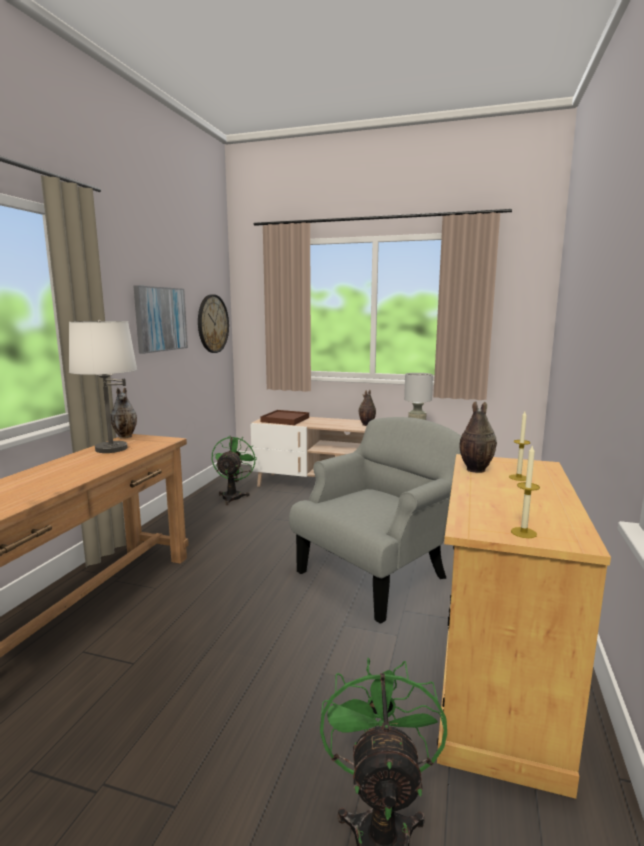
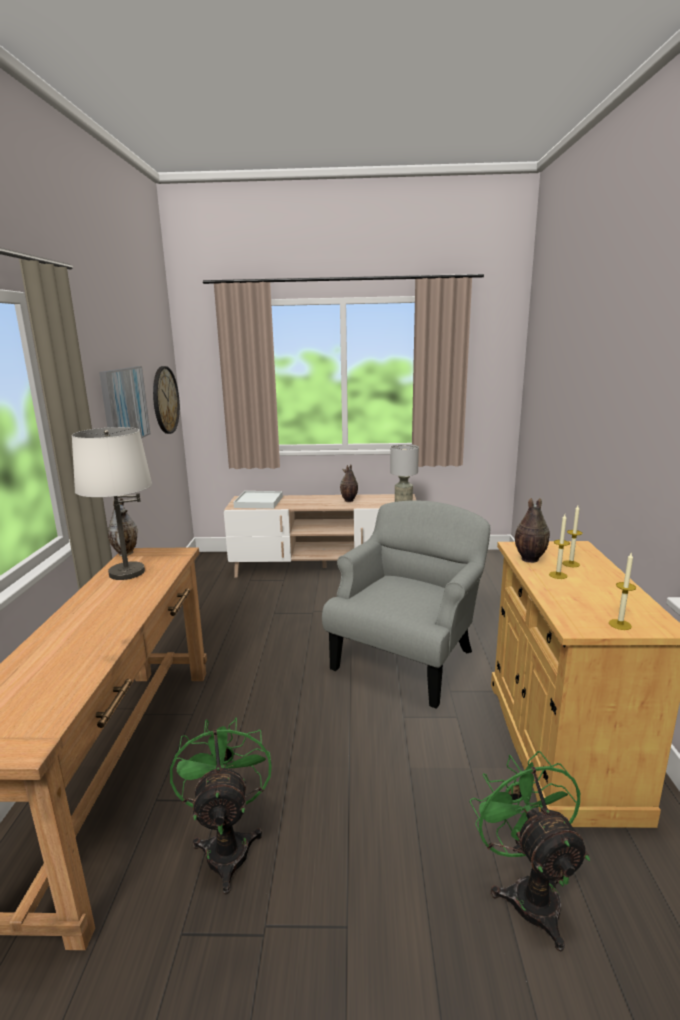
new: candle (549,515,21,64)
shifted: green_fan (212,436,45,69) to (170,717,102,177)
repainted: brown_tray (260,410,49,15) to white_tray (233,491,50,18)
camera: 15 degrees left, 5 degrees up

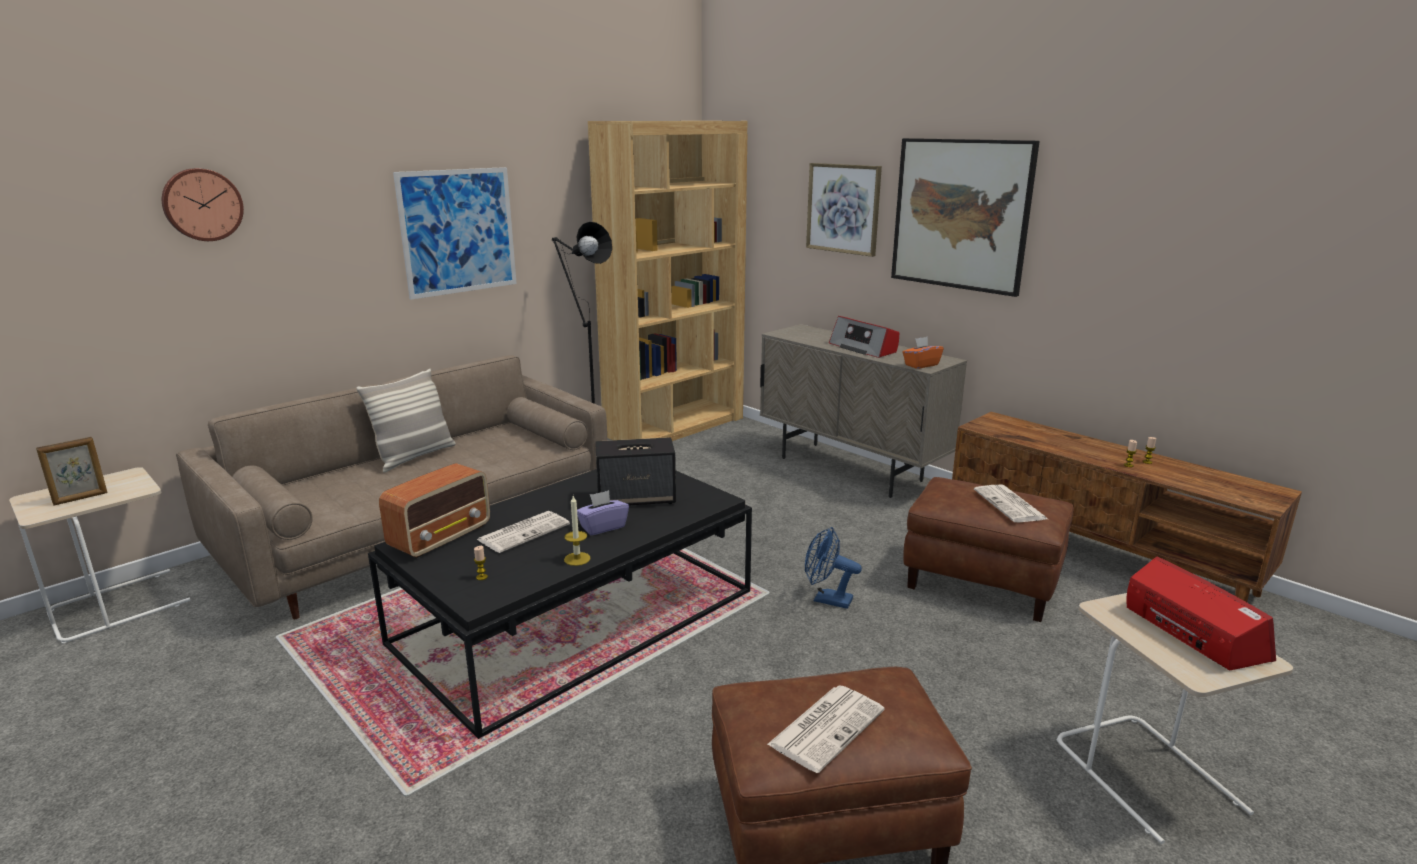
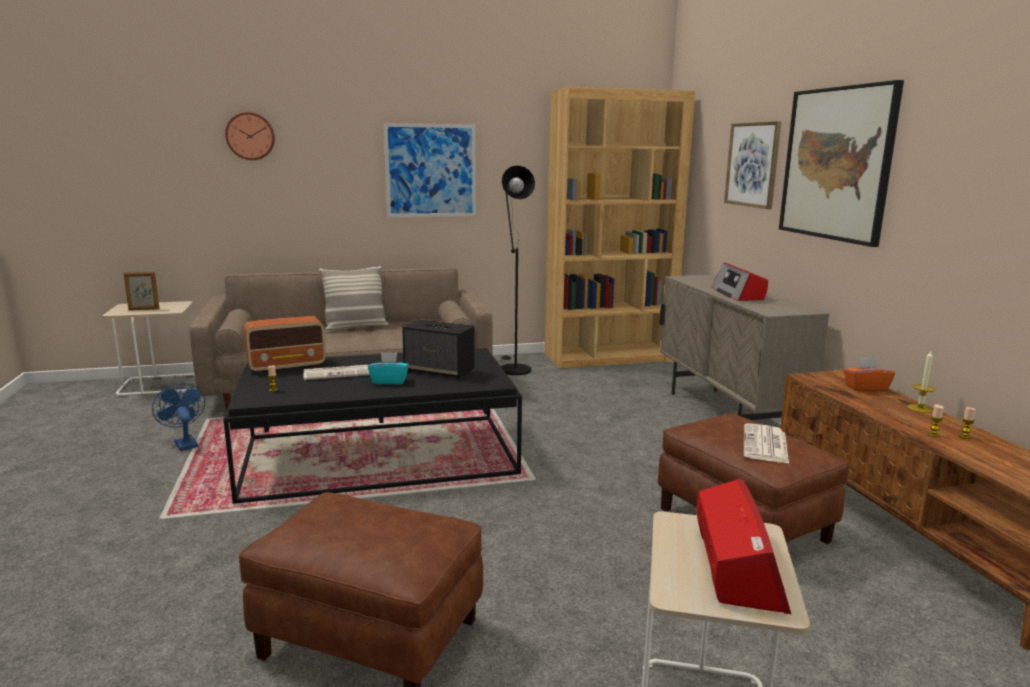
gone: newspaper (767,685,117,88)
shifted: candle (564,496,27,70) to (907,351,28,62); blue_fan (805,527,57,82) to (152,383,53,68); orange_tissue_box (902,337,42,32) to (844,357,51,35)
repainted: purple_tissue_box (577,490,52,45) to turquoise_tissue_box (368,352,41,33)
camera: 30 degrees right, 5 degrees down

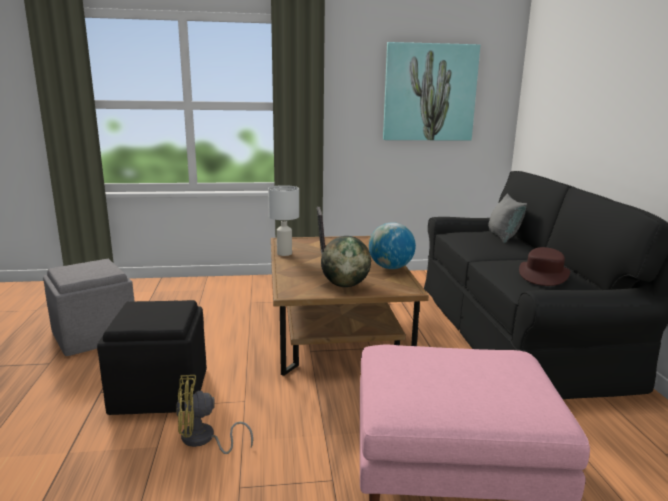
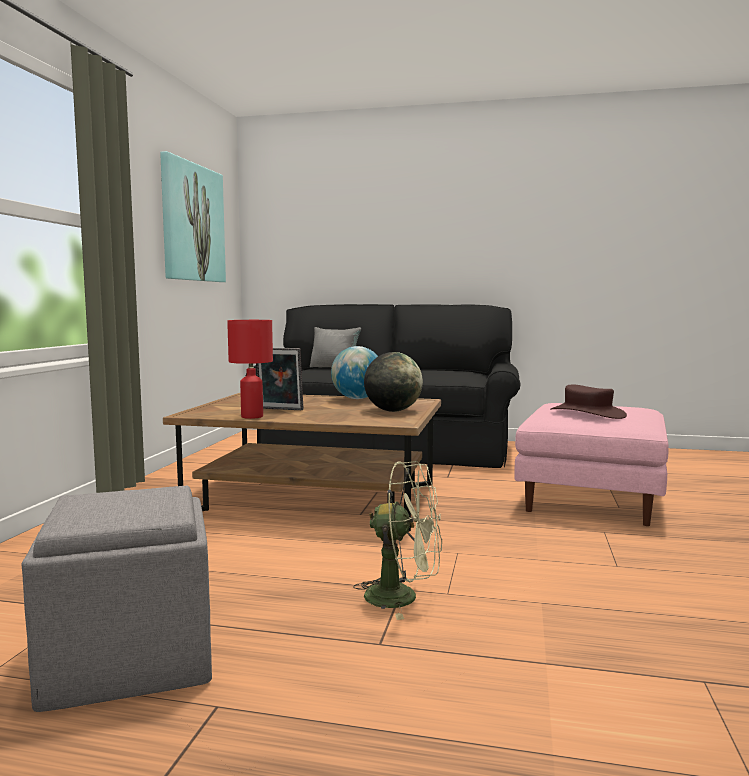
gone: yellow_fan (176,375,77,79)
shifted: brown_hat (519,247,51,39) to (550,385,77,34)
swapped: black_ottoman (97,300,110,115) to green_fan (353,461,89,159)
repainted: white_table_lamp (268,185,31,71) to red_table_lamp (227,320,46,99)
camera: 70 degrees left, 10 degrees down

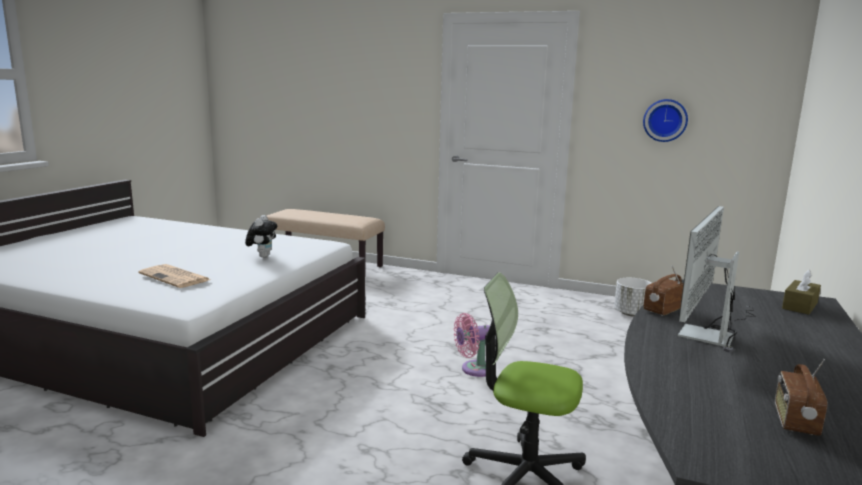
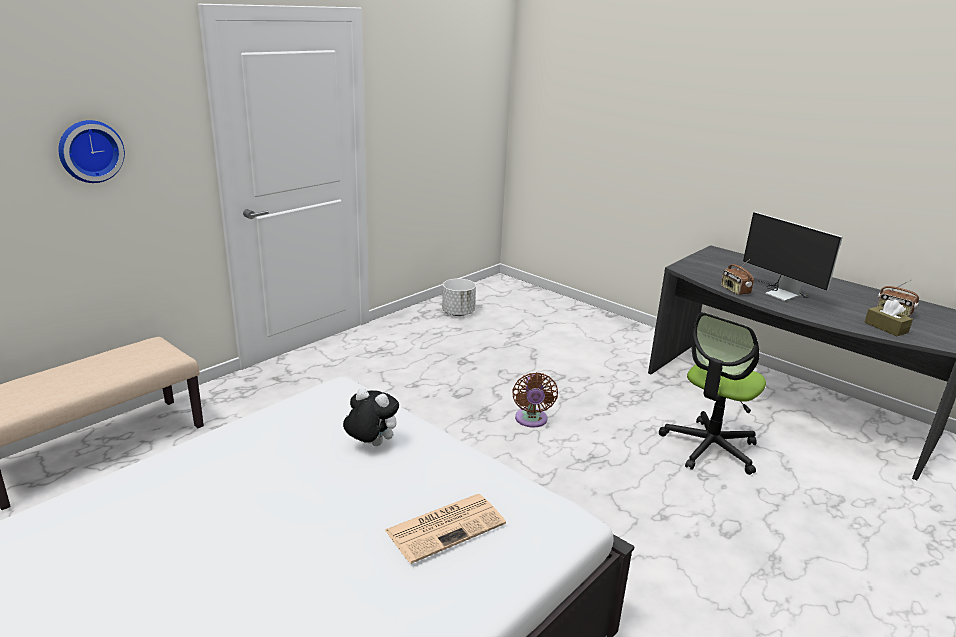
shifted: wall_clock (643,99,45,43) to (58,120,67,63); brown_tissue_box (782,270,39,45) to (864,300,49,36)
repainted: pink_fan (454,313,36,64) to brown_fan (512,372,46,56)
camera: 70 degrees left, 10 degrees up

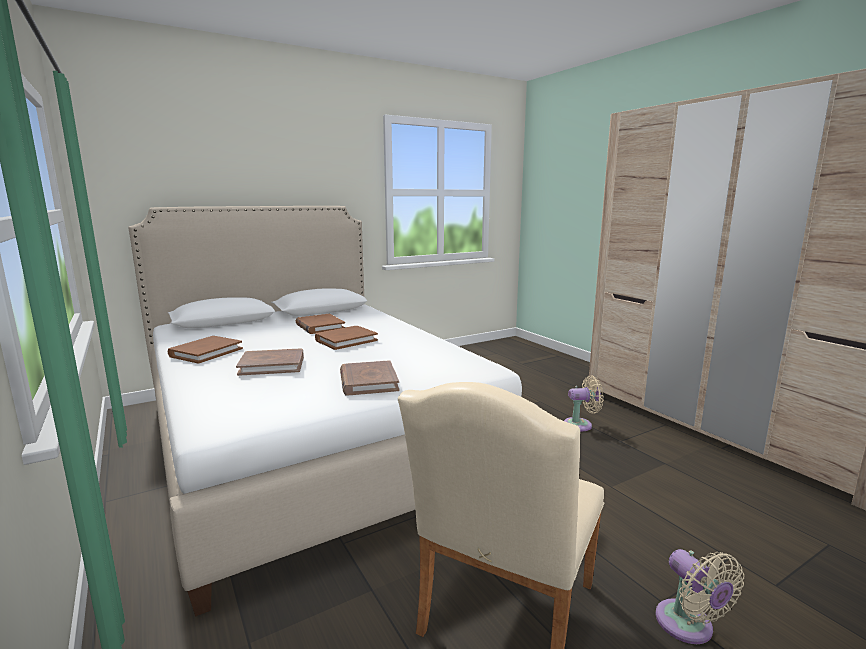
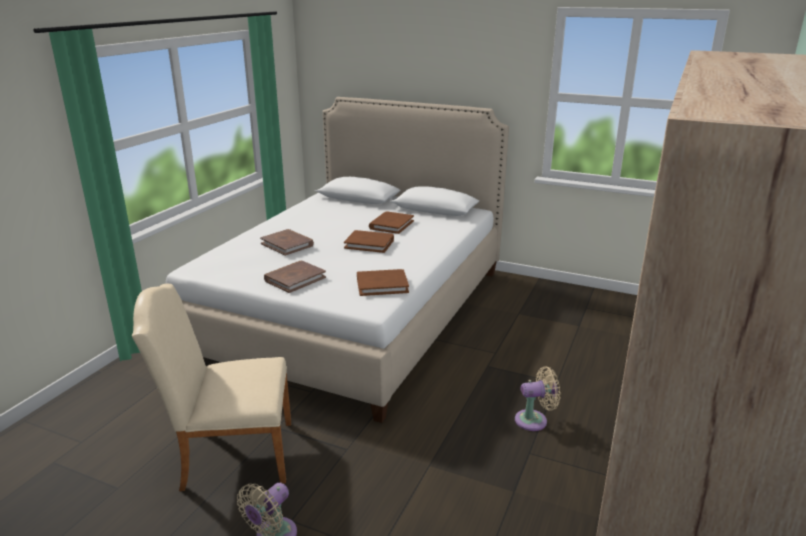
shifted: brown_book (168,336,75,28) to (357,269,52,27)
rotated: beige_fan (564,376,40,55) = (515,366,46,65) 60 degrees counterclockwise
camera: 55 degrees right, 10 degrees up

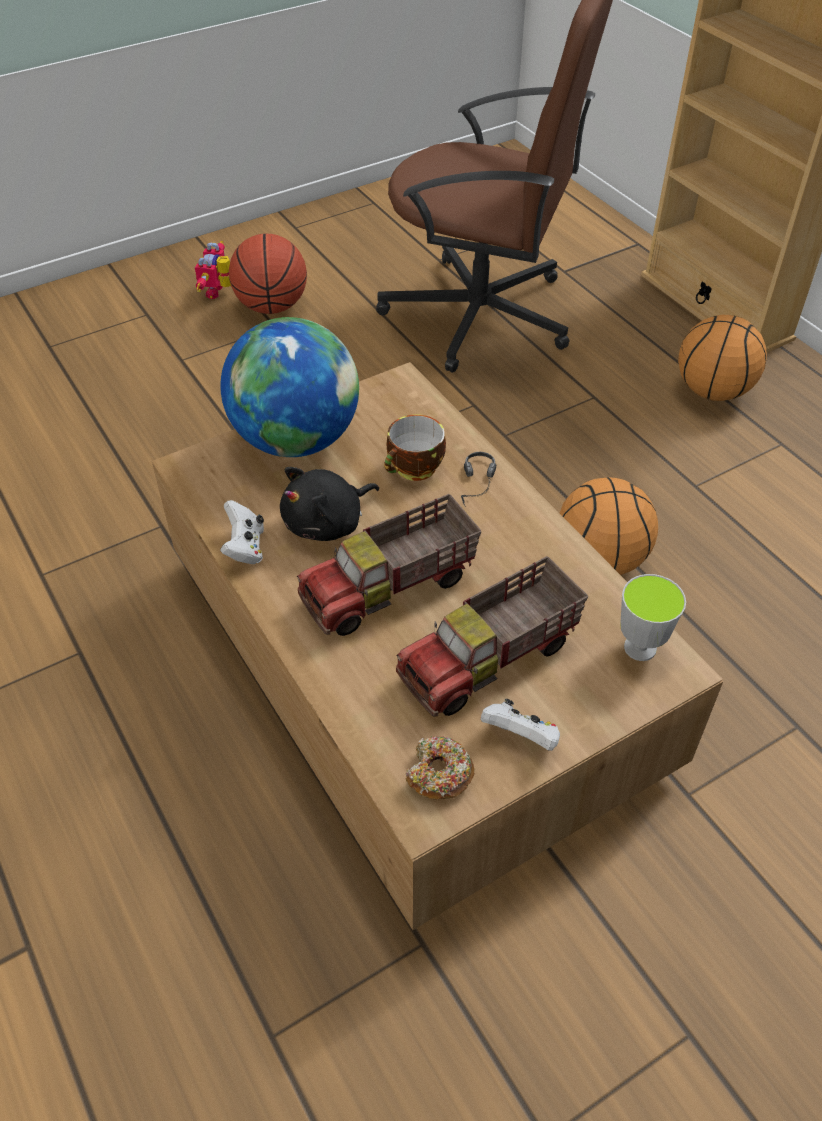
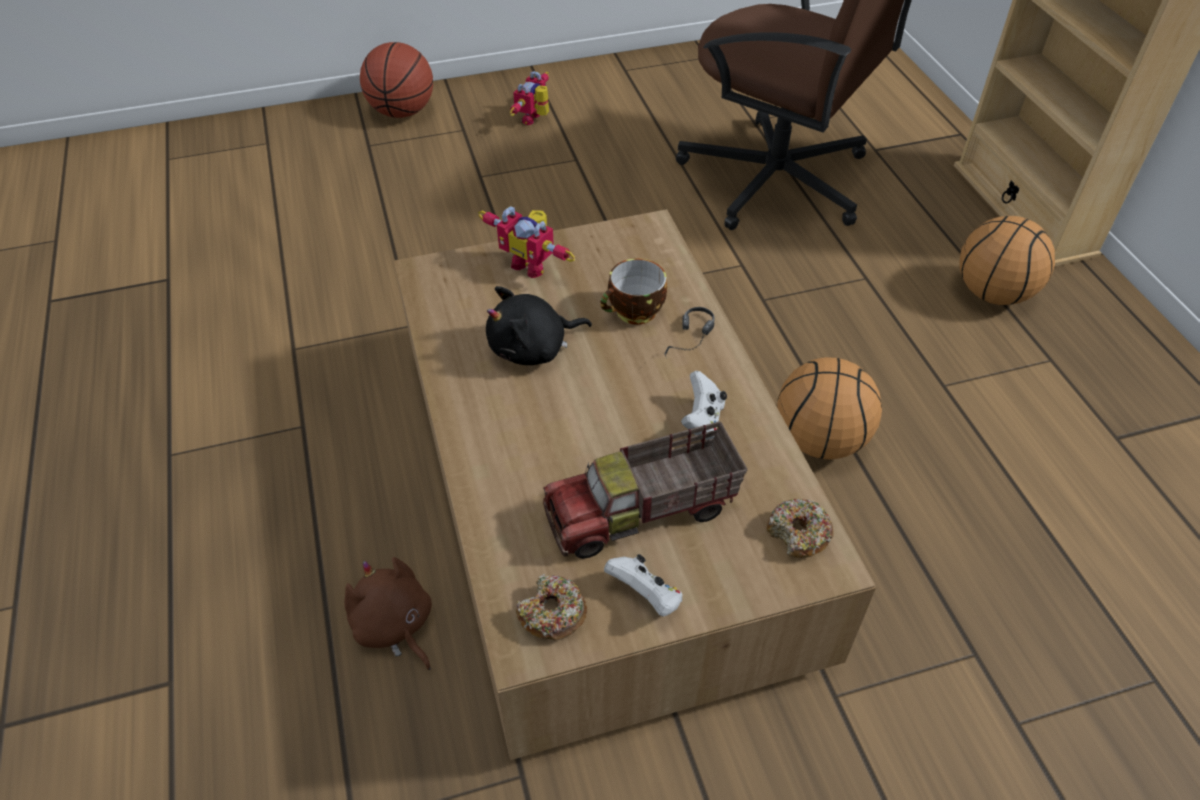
gone: toy_truck (297,494,185,142)
new: brown_plush_toy (344,557,88,113)
shifted: white_game_controller (220,500,44,64) to (681,371,46,69); basketball (229,233,78,81) to (360,42,73,76)
swapped: globe (220,317,139,140) to toy_robot (478,206,97,72); cup (620,574,66,87) to donut (767,498,66,60)
camera: 15 degrees right, 0 degrees up

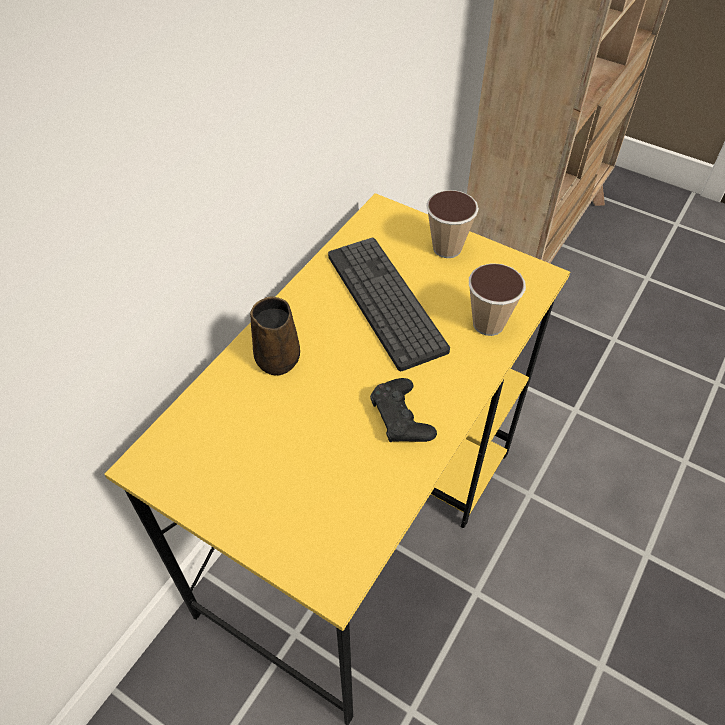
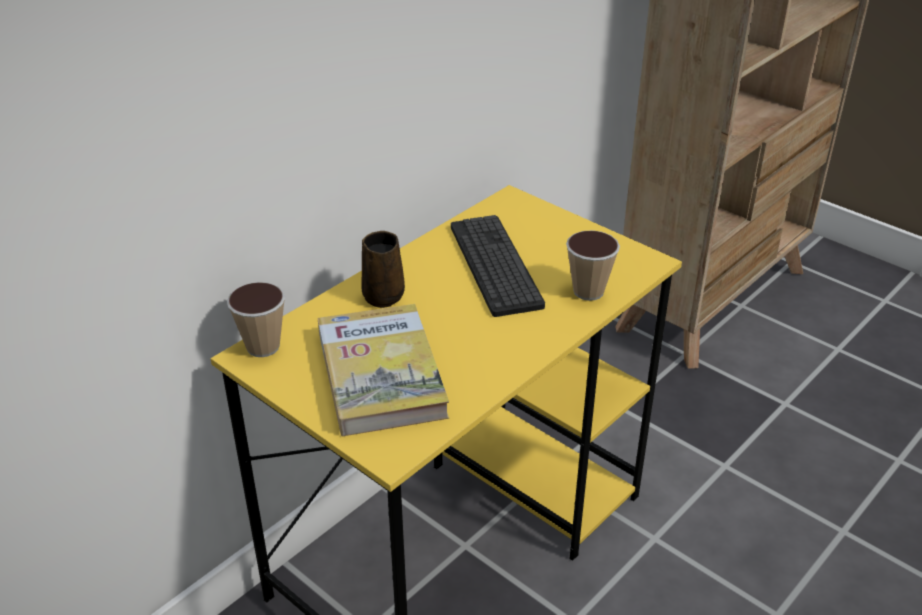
gone: black_game_controller (370,378,67,64)
new: book (318,304,131,132)
shifted: cup (426,190,53,68) to (227,282,58,75)
camera: 10 degrees right, 15 degrees down

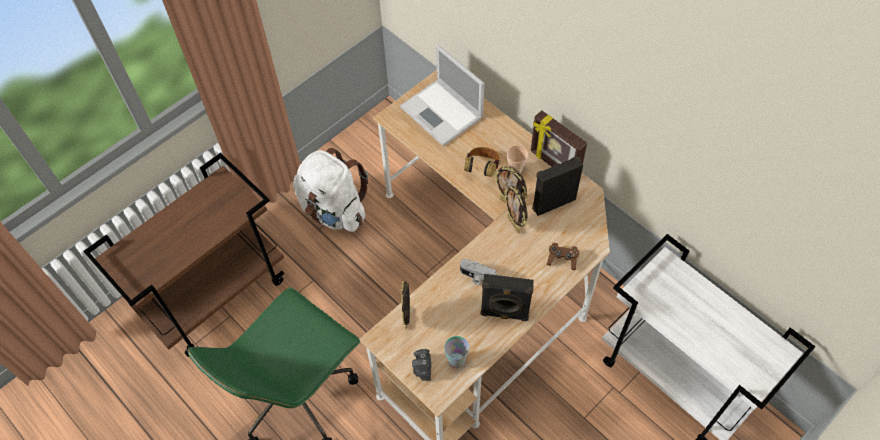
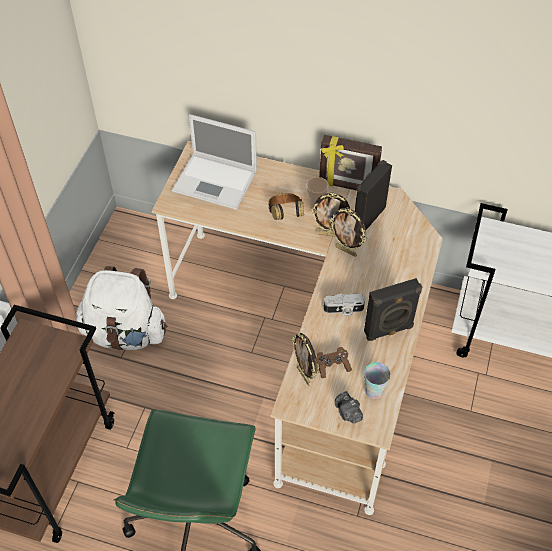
shifted: brown_game_controller (547,243,32,27) to (316,347,36,31)
camera: 30 degrees left, 5 degrees down

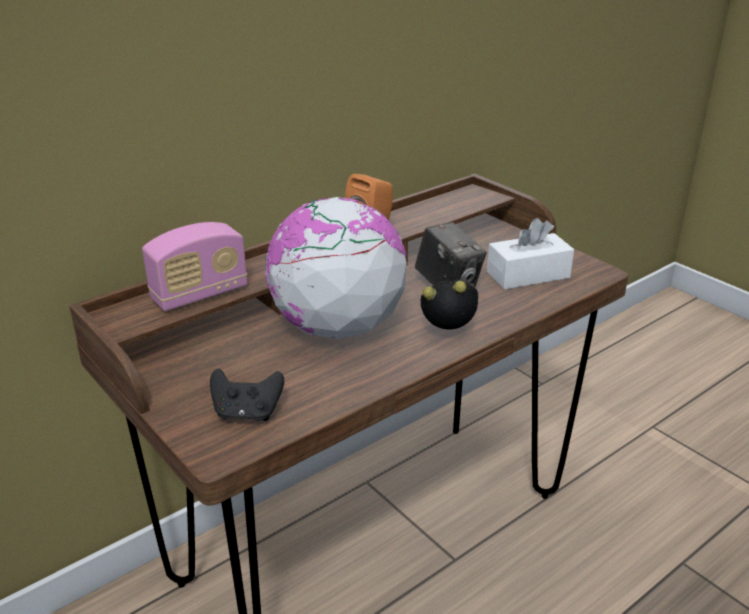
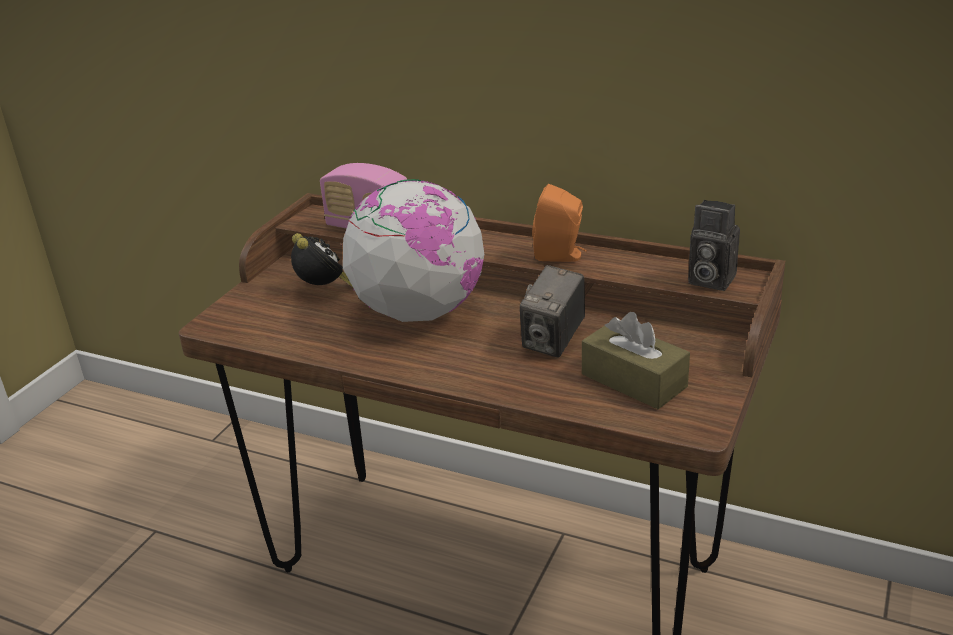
gone: black_game_controller (210,369,74,52)
new: photo_camera (688,200,52,91)
shifted: alarm_clock (421,280,57,50) to (291,233,62,54)
repainted: white_tissue_box (487,218,87,72) to brown_tissue_box (582,312,108,97)
camera: 65 degrees right, 0 degrees up

